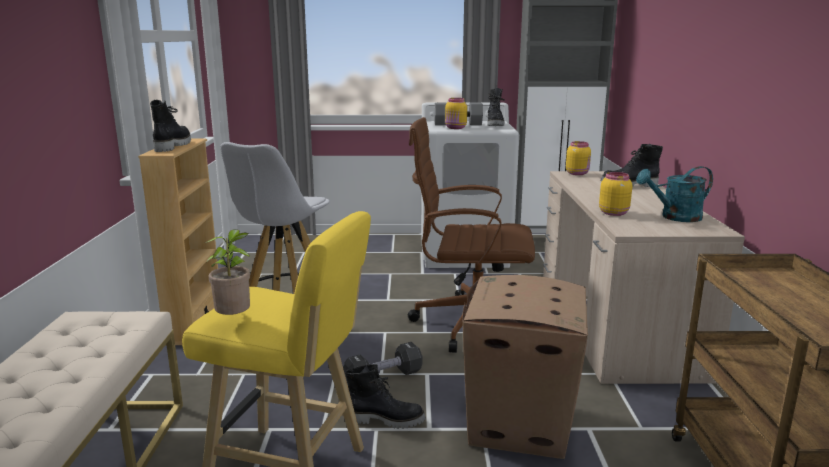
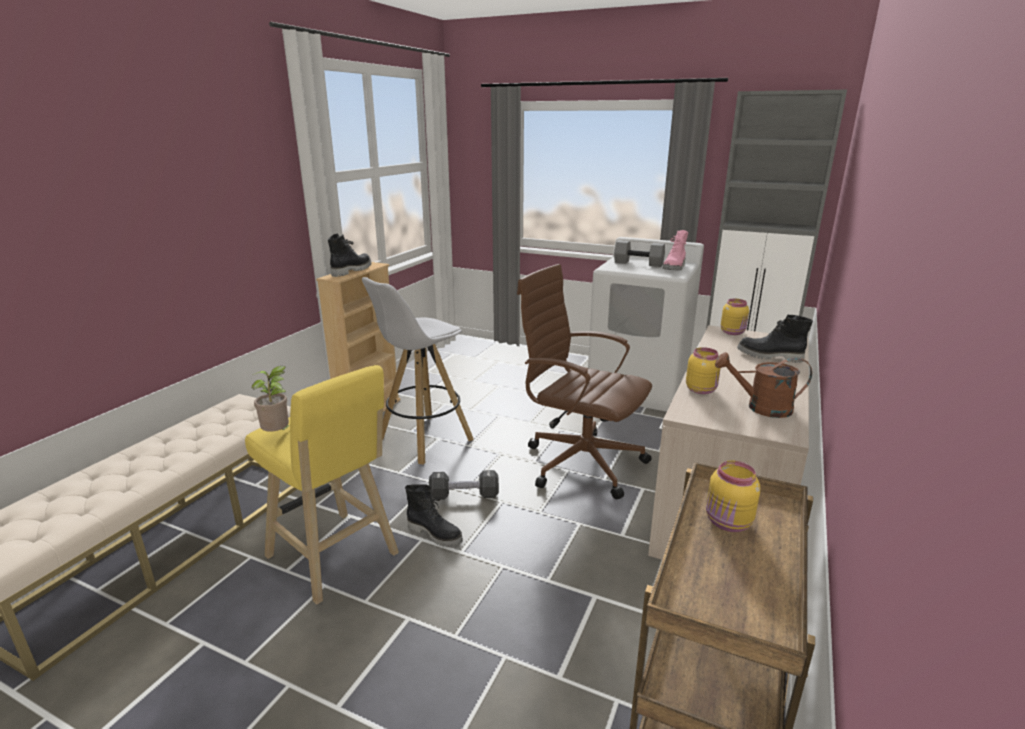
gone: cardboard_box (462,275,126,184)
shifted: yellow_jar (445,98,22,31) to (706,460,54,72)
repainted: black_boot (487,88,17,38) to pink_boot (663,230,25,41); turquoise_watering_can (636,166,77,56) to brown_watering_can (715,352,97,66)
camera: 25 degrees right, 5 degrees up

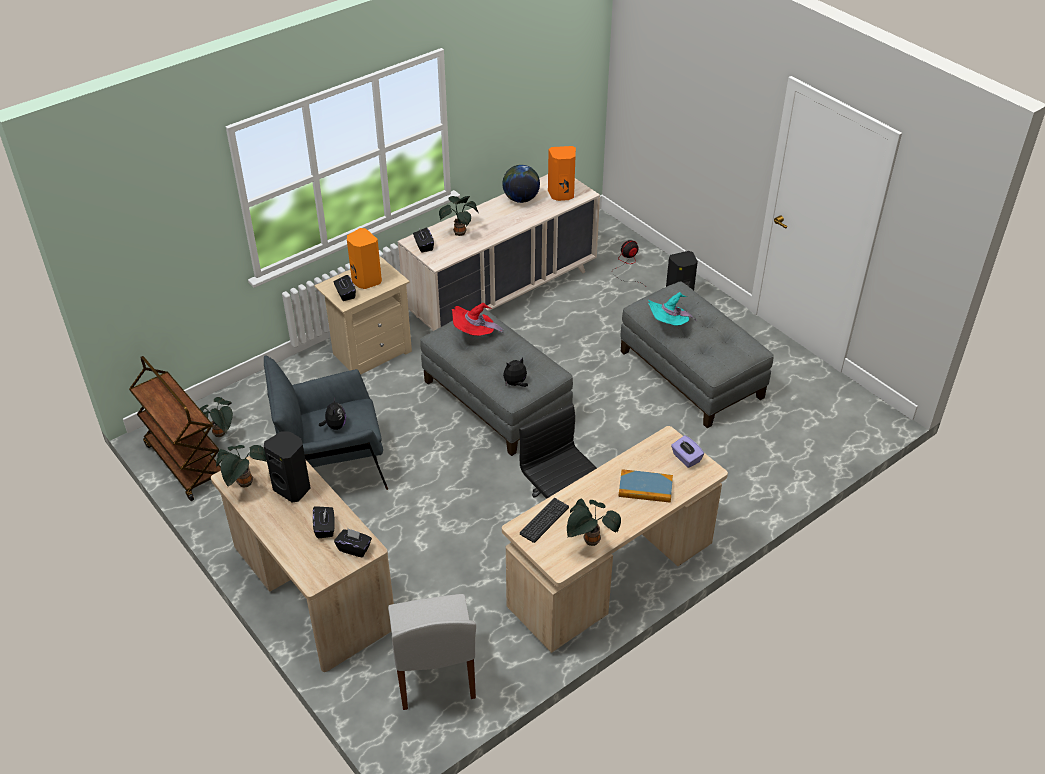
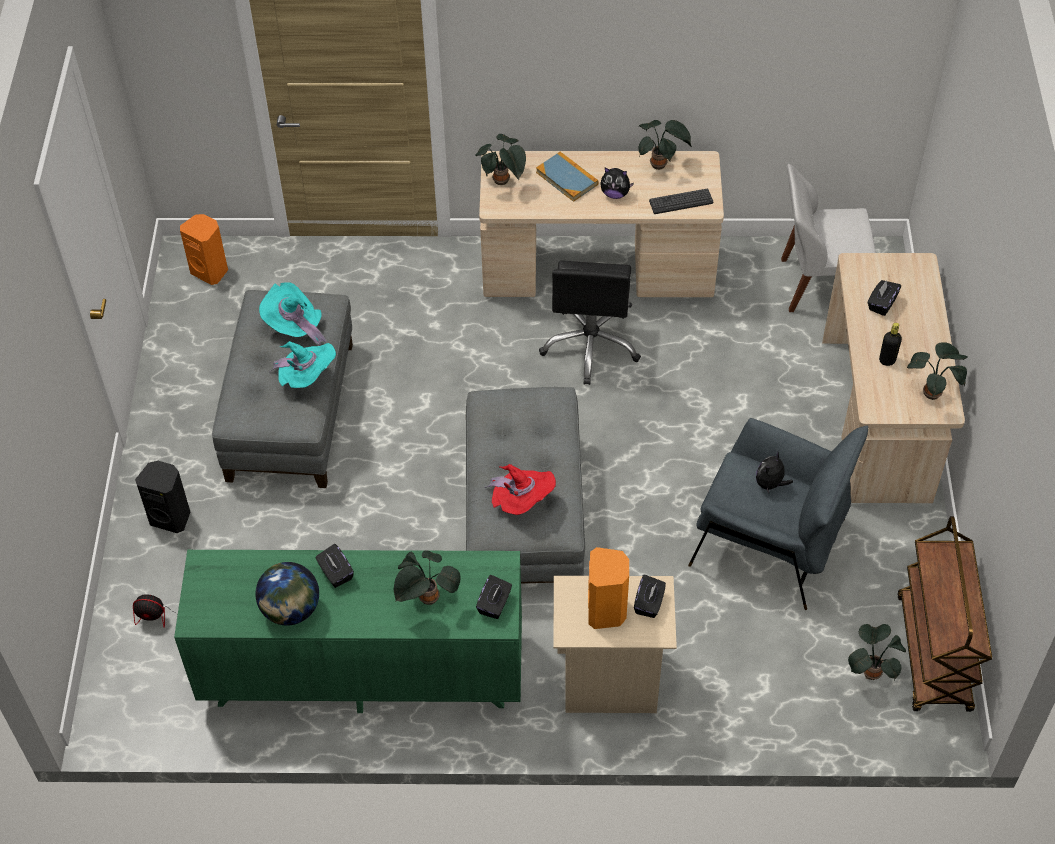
new: turquoise_hat (259,282,68,64)
shifted: black_tissue_box (334,528,38,29) to (316,544,38,44); plush_toy (503,358,25,29) to (601,168,33,31); orange_speaker (548,146,28,55) to (180,214,48,71)
swapped: black_speaker (264,431,47,72) to black_bottle (879,323,23,43); purple_tissue_box (671,435,33,33) to potted_plant (475,134,51,51)
repainted: beige_dresser (398,174,202,157) to green_dresser (174,550,348,163)
rotated: white_chair (388,594,88,116) = (781,164,95,148) 120 degrees counterclockwise
camera: 140 degrees left, 10 degrees up

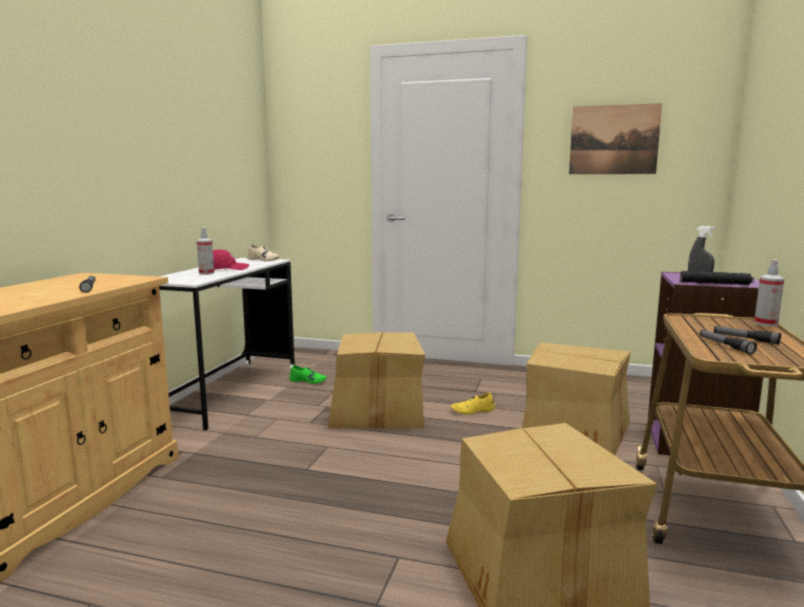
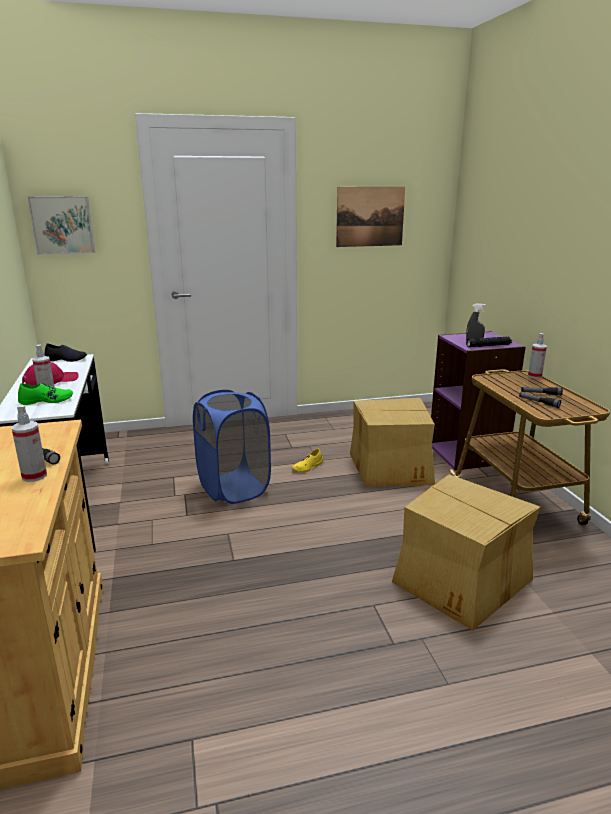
new: spray_bottle (12,405,35,77); picture (28,196,67,59)
shifted: green_shoe (289,365,38,19) to (18,383,55,22)
swapped: cardboard_box (328,332,97,97) to blue_laundry_basket (193,390,78,114)
repainted: beige_shoe (247,244,32,17) to black_shoe (44,343,43,19)
camera: 30 degrees left, 10 degrees up

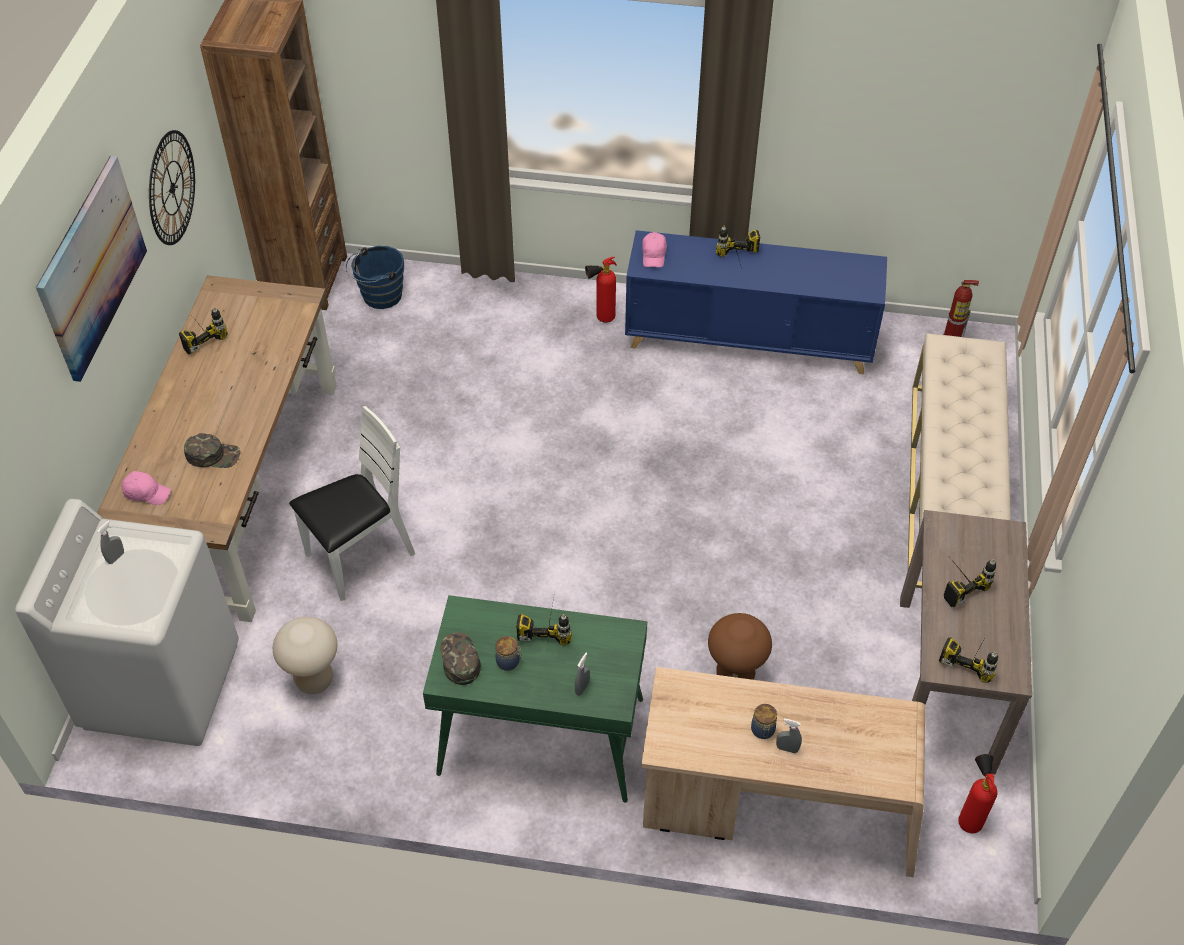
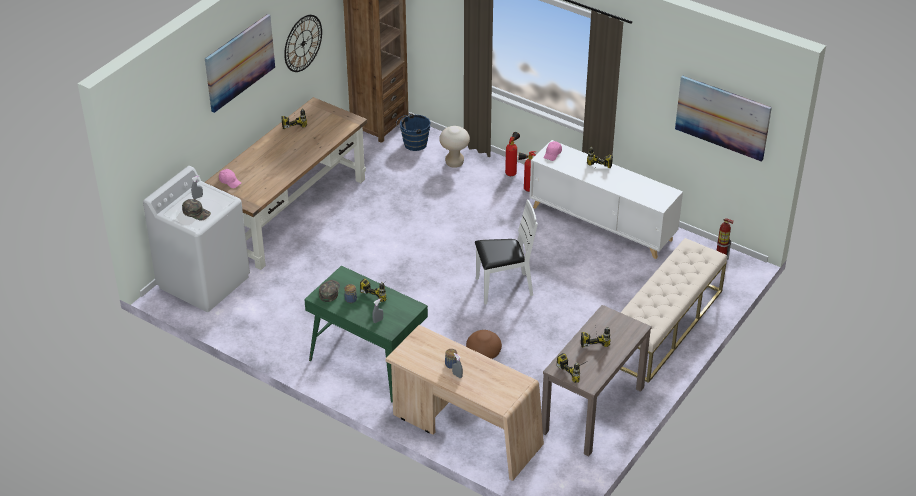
new: picture (675,75,97,87)
shifted: green_cap (184,433,56,35) to (182,199,29,22); beige_stool (273,617,64,77) to (439,126,31,42); white_chair (289,406,126,195) to (475,200,63,105); fire_extinguisher (958,754,40,79) to (505,132,15,44)
repainted: blue_cabinet (625,230,262,144) to white_cabinet (529,140,154,119)
camera: 25 degrees right, 10 degrees down

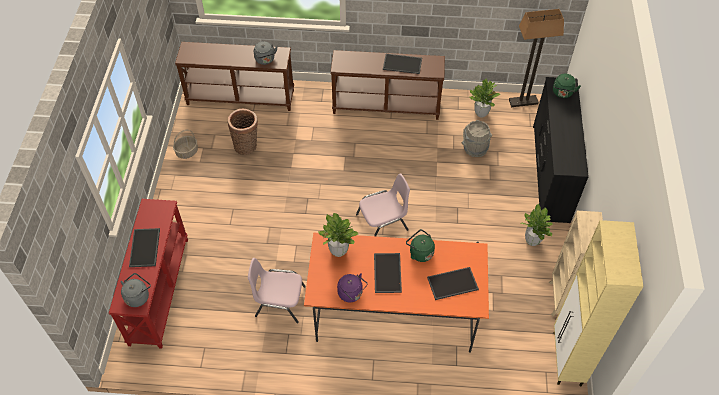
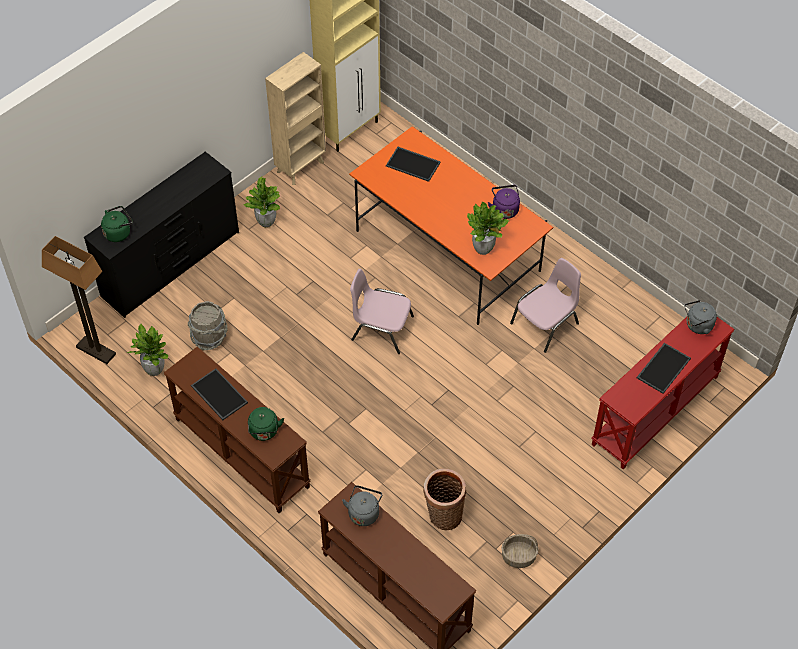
gone: tray (374,253,28,40)
shifted: green_kettle (406,229,29,33) to (248,407,36,34)
rotated: pink_chair (248,258,58,65) = (510,258,71,95) 90 degrees counterclockwise
camera: 140 degrees left, 0 degrees up

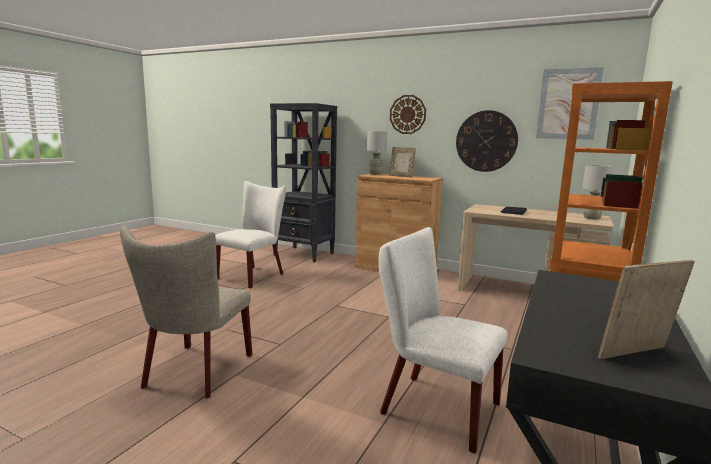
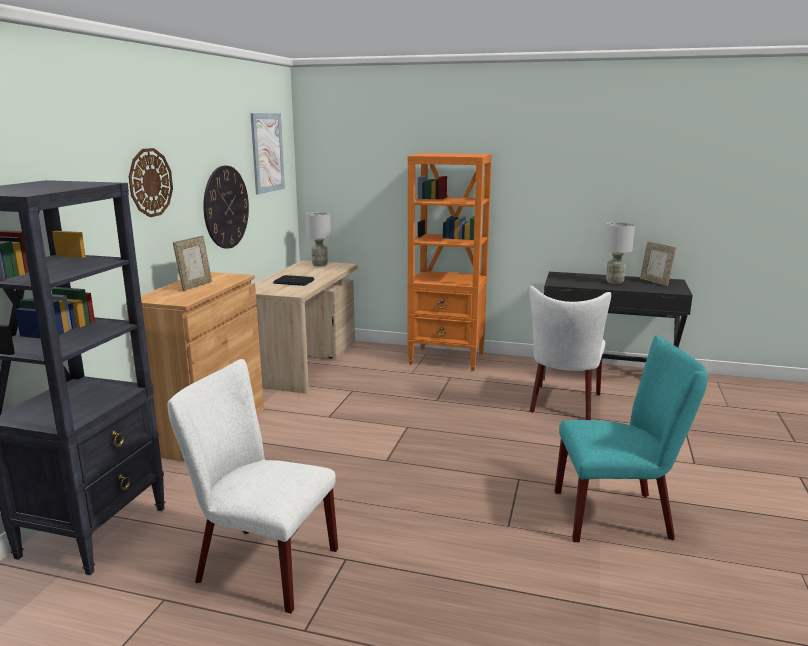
shifted: grey_table_lamp (367,131,20,44) to (604,222,31,62)
repainted: beige_chair (120,226,132,172) to turquoise_chair (555,335,153,207)
camera: 100 degrees left, 5 degrees up

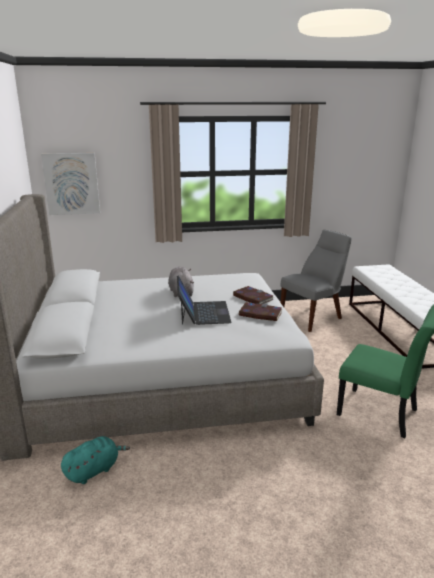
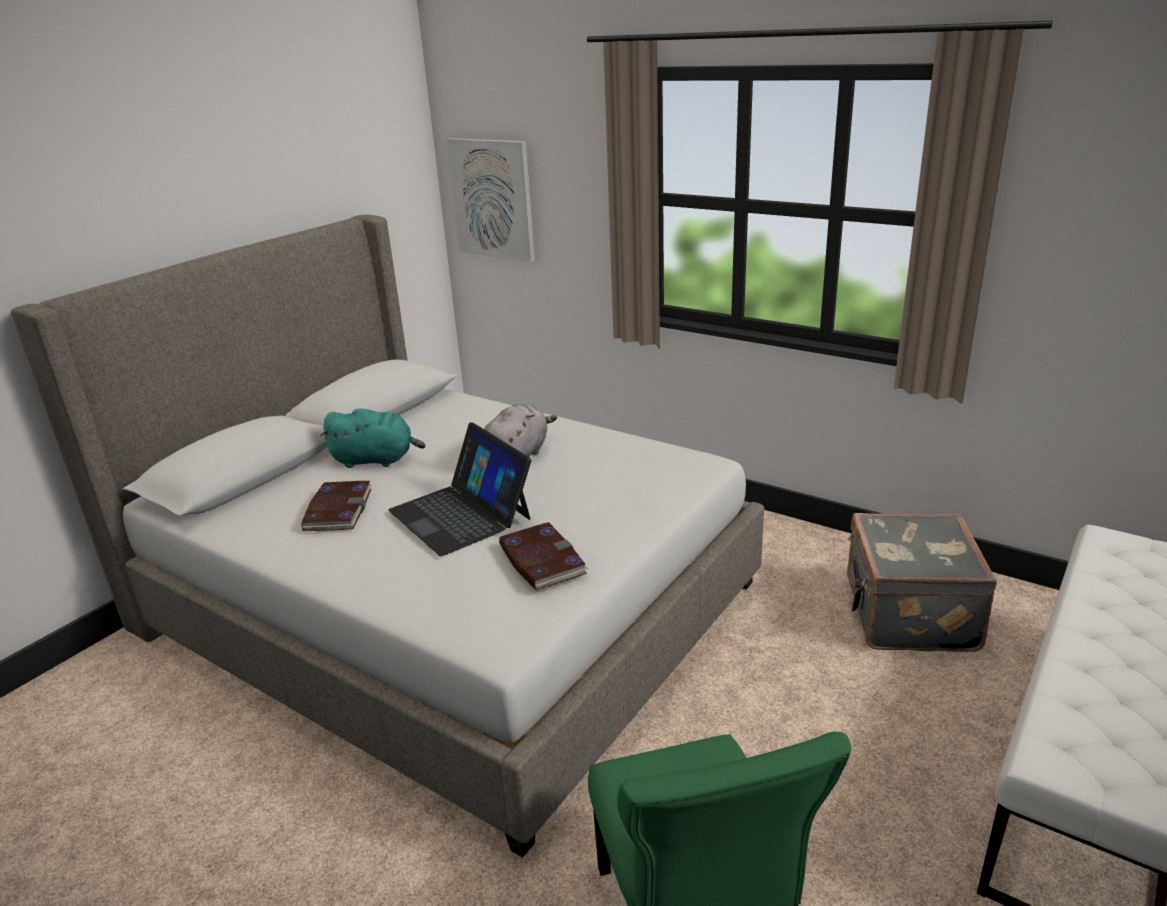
shifted: turquoise_plush_toy (61,436,69,48) to (321,408,104,60); book (233,286,41,18) to (301,481,70,50)
swapped: grey_chair (281,230,71,102) to grey_suitcase (847,513,150,139)
rotated: laptop (177,275,55,50) = (388,422,143,134) 105 degrees clockwise
camera: 45 degrees right, 5 degrees up

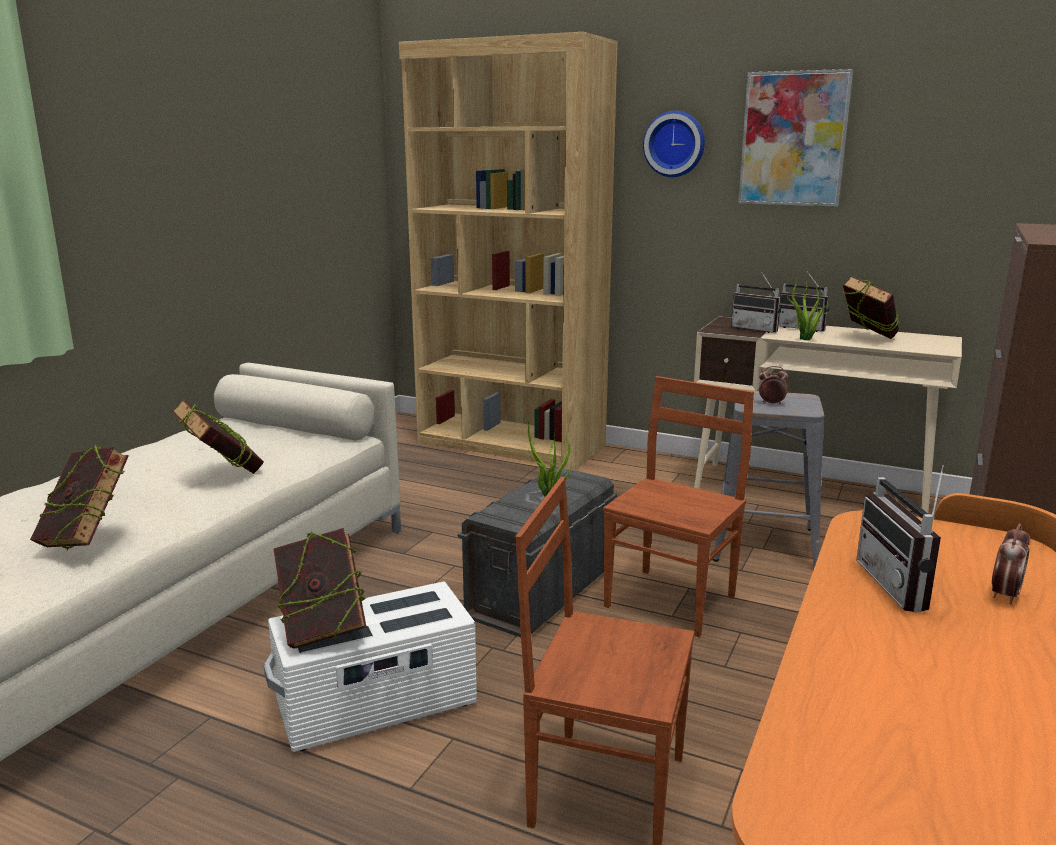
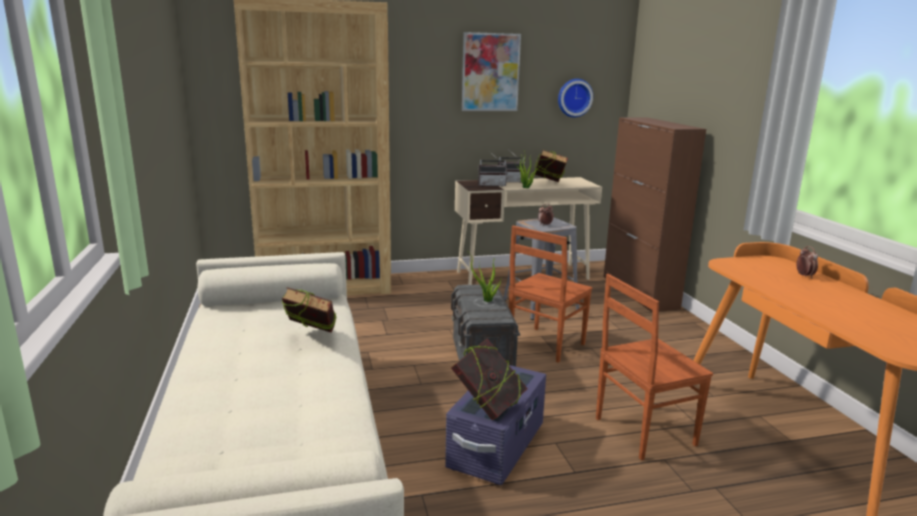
gone: book (30,444,99,106); radio (856,465,88,148)
shifted: wall_clock (643,111,62,66) to (558,79,35,38)
repainted: white_storage_box (264,582,213,170) to purple_storage_box (445,365,101,120)
rotated: brown_chair (603,376,151,261) = (509,226,84,137) 135 degrees counterclockwise
camera: 40 degrees left, 0 degrees up

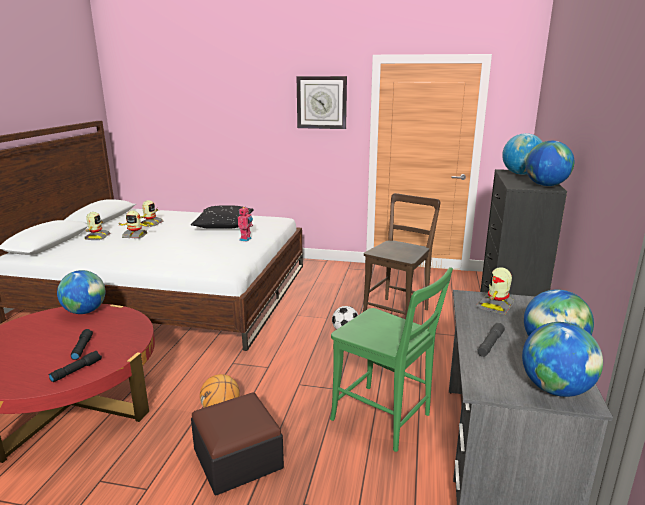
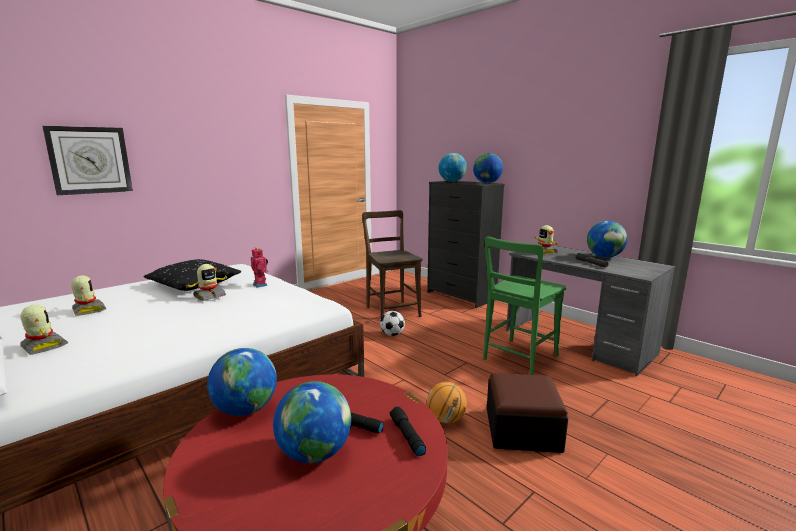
shifted: toy_robot (119,211,31,28) to (186,264,43,37); wall_clock (297,76,50,53) to (42,126,91,69); globe (522,322,81,75) to (273,381,78,82)
rotated: green_chair (330,267,123,185) = (483,236,84,139) 150 degrees clockwise
camera: 55 degrees left, 5 degrees down

